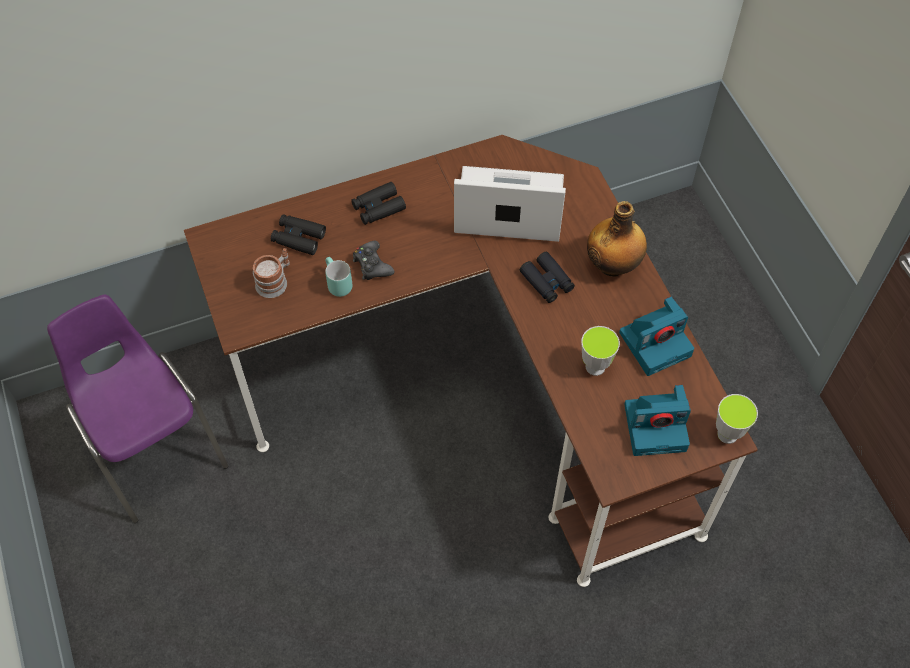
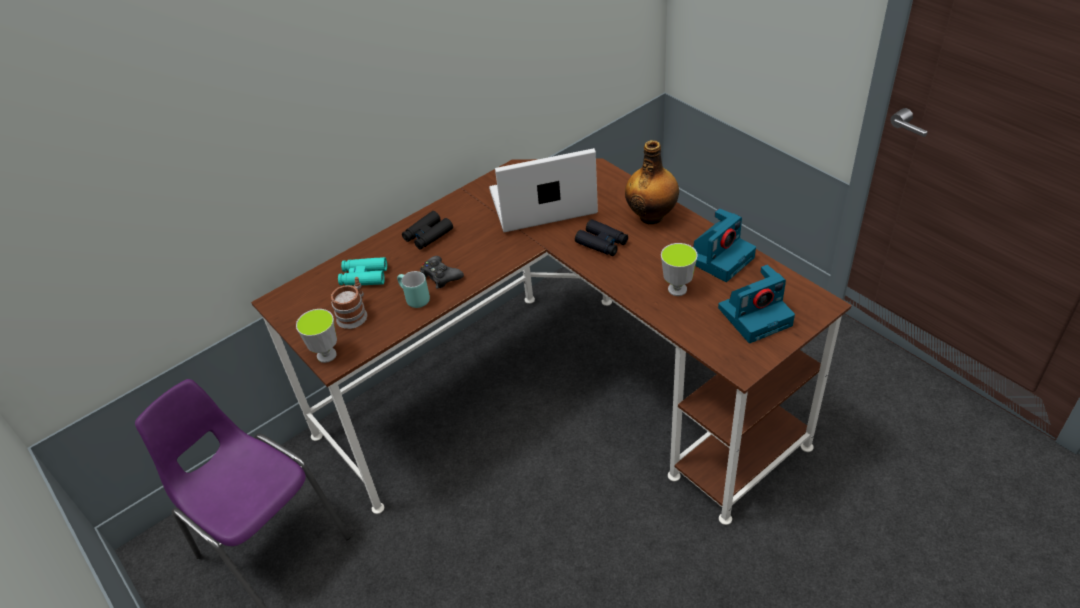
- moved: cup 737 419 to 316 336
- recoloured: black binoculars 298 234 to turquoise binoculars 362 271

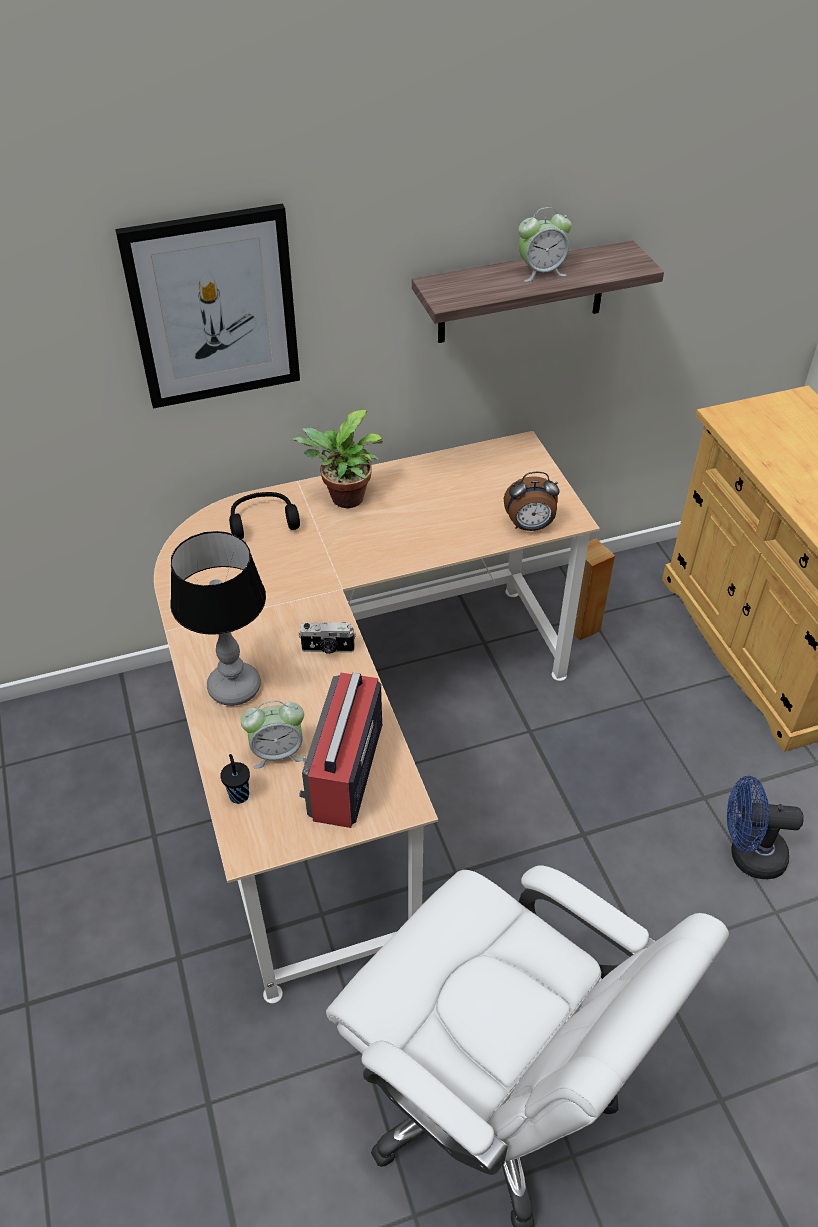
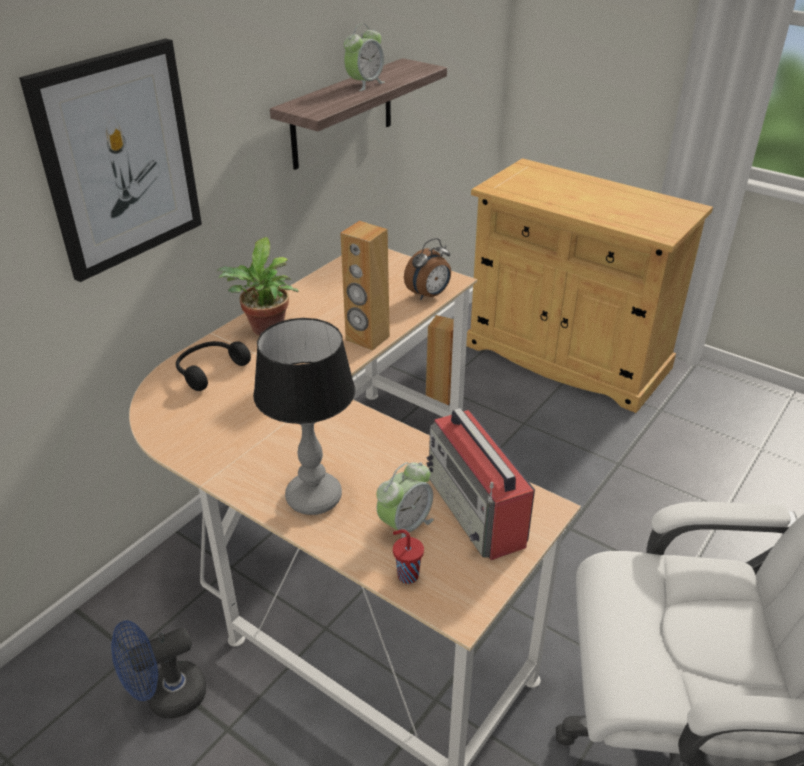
- removed: photo camera 327 638
- added: brown speaker 365 286
- moved: blue fan 765 827 to 158 669
- recoloured: black cup 235 779 to red cup 408 556

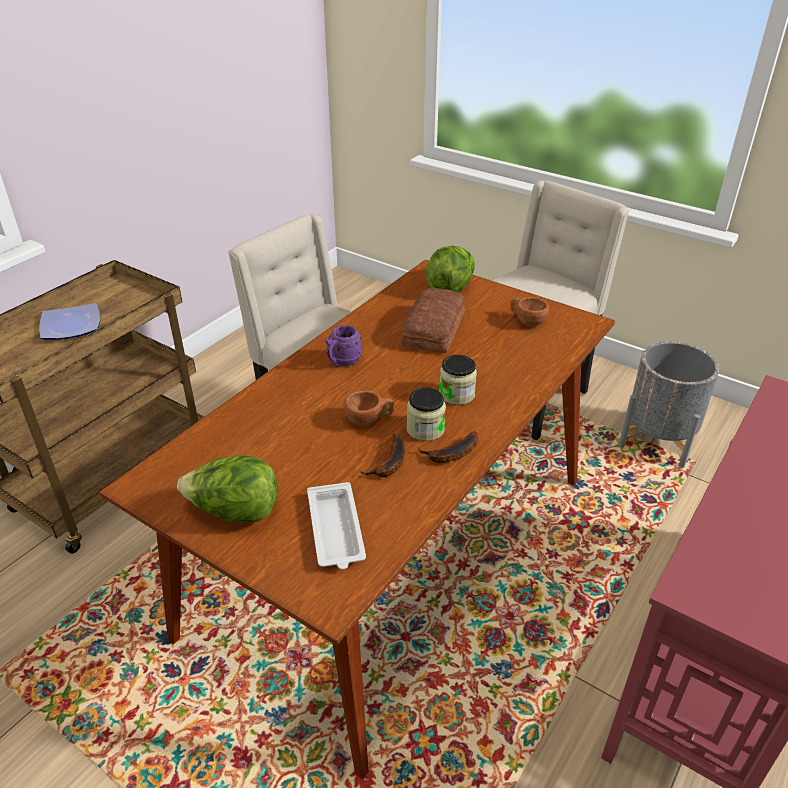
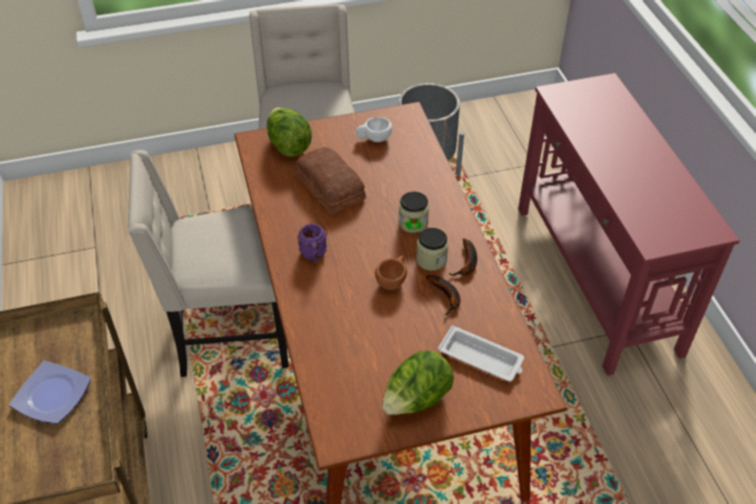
- recoloured: brown cup 529 311 to white cup 374 129

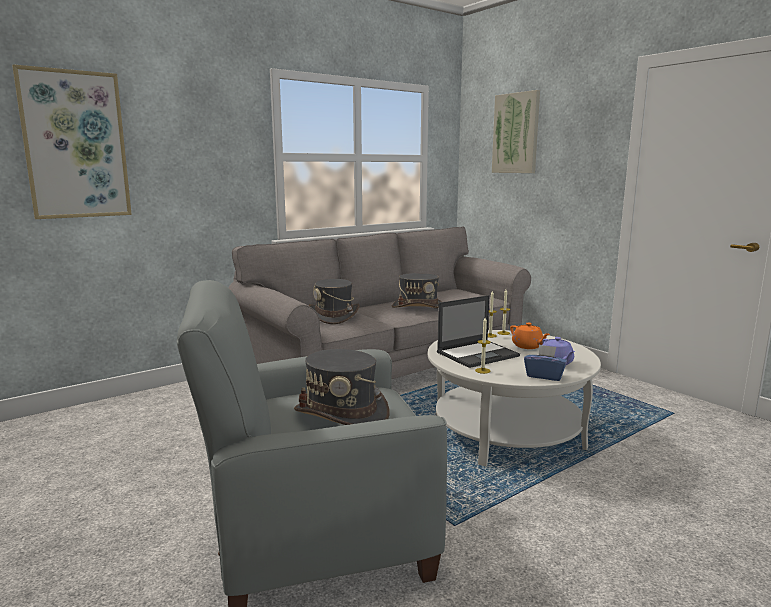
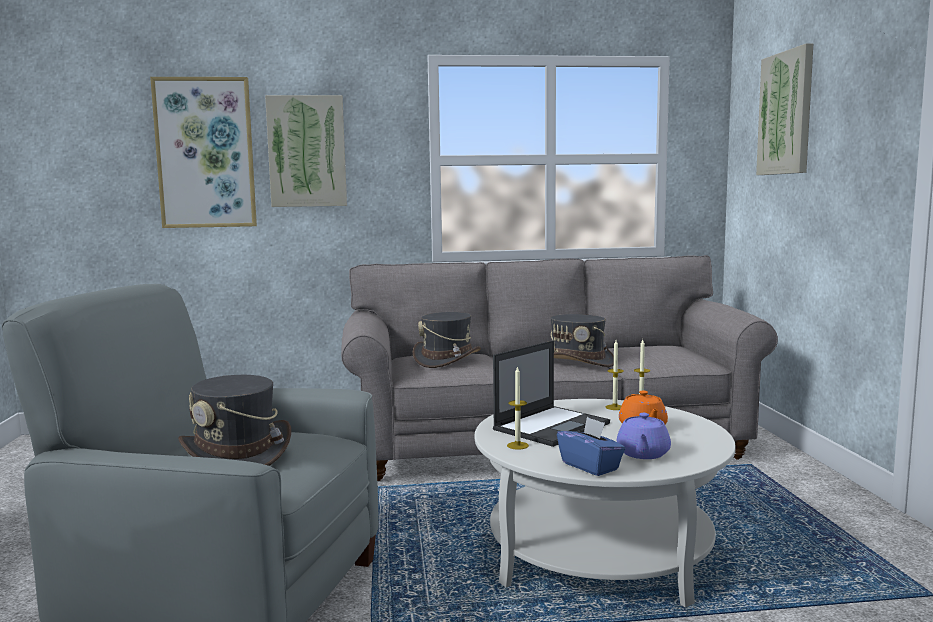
- added: picture 306 151
- turned: laptop 478 331 = 551 393 45 degrees counterclockwise

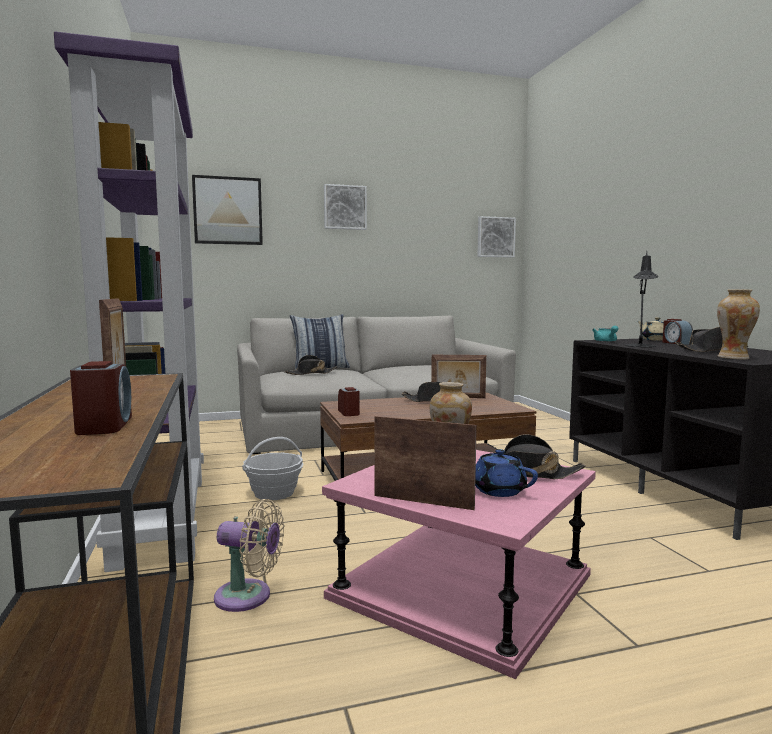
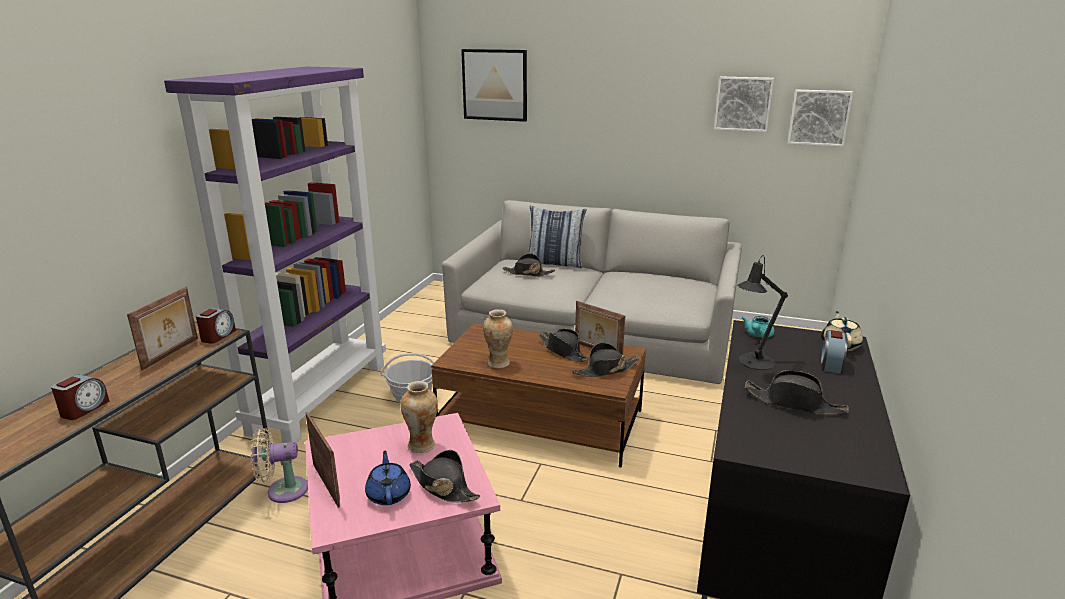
- added: black hat 606 360
- moved: picture 345 207 to 744 104
- moved: alarm clock 349 401 to 216 326
- moved: vase 738 324 to 498 338
- turned: beige fan 249 555 = 279 465 120 degrees clockwise

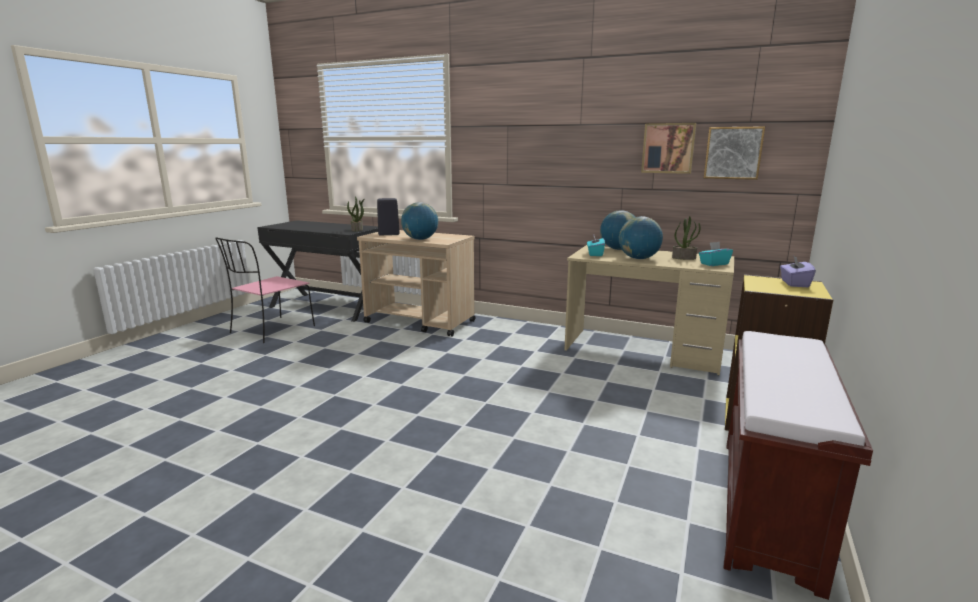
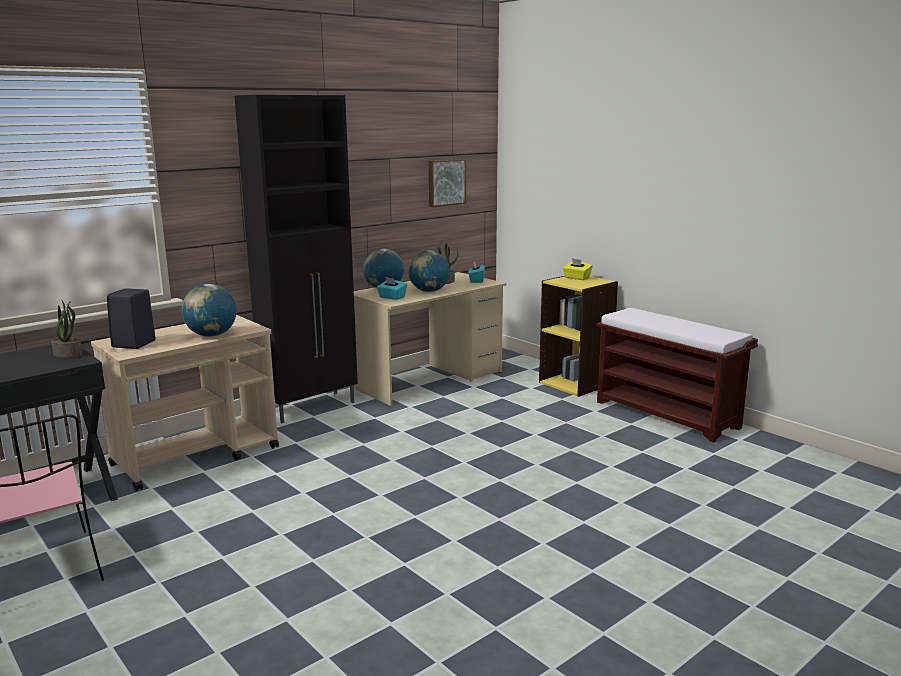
- removed: picture 668 148
- added: black cabinet 296 259
- recoloured: purple tissue box 798 271 to yellow tissue box 578 269

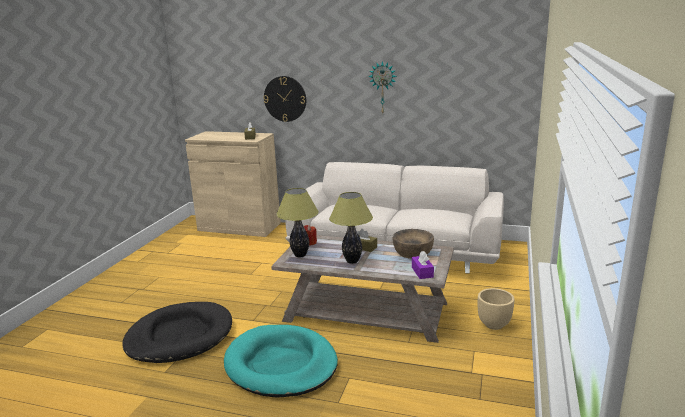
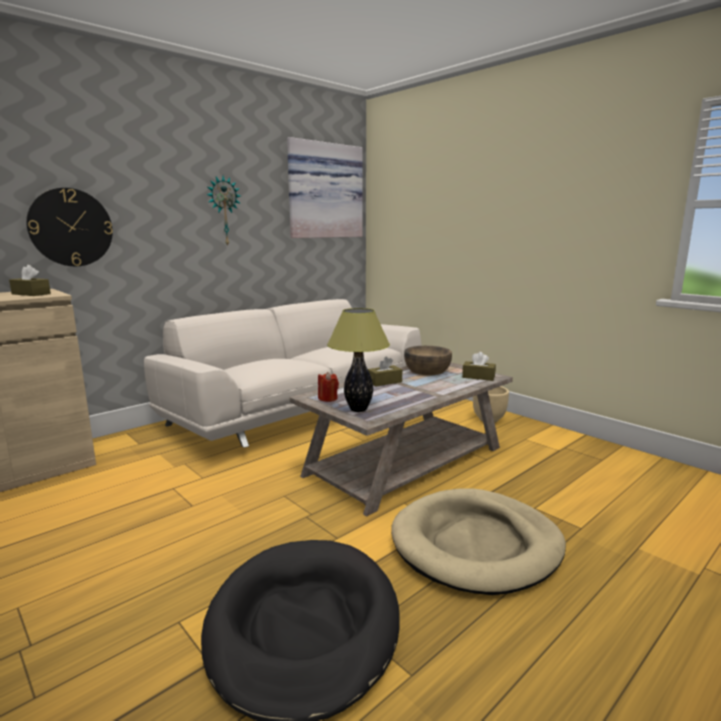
- removed: table lamp 351 228
- added: picture 325 187
- recoloured: turquoise dog bed 281 361 to beige dog bed 478 542
- recoloured: purple tissue box 423 265 to brown tissue box 479 366

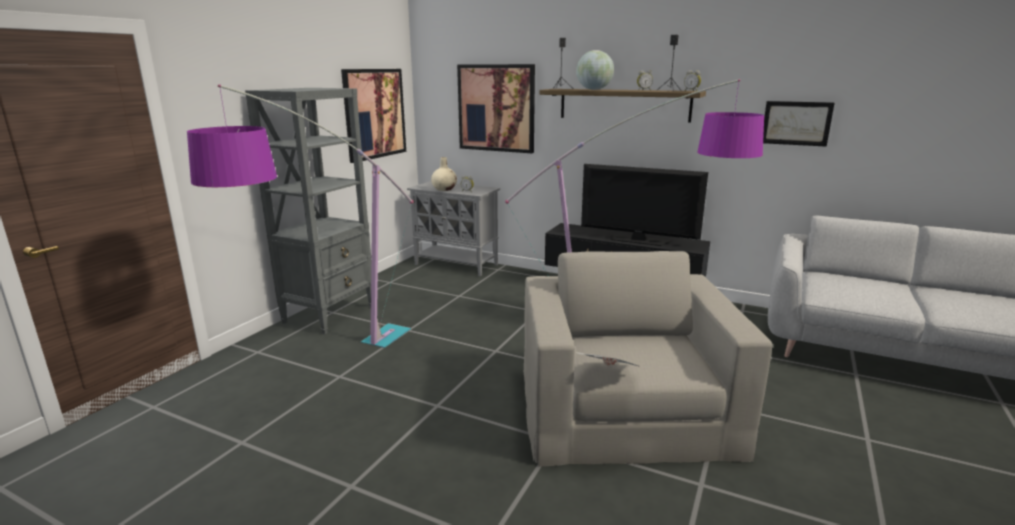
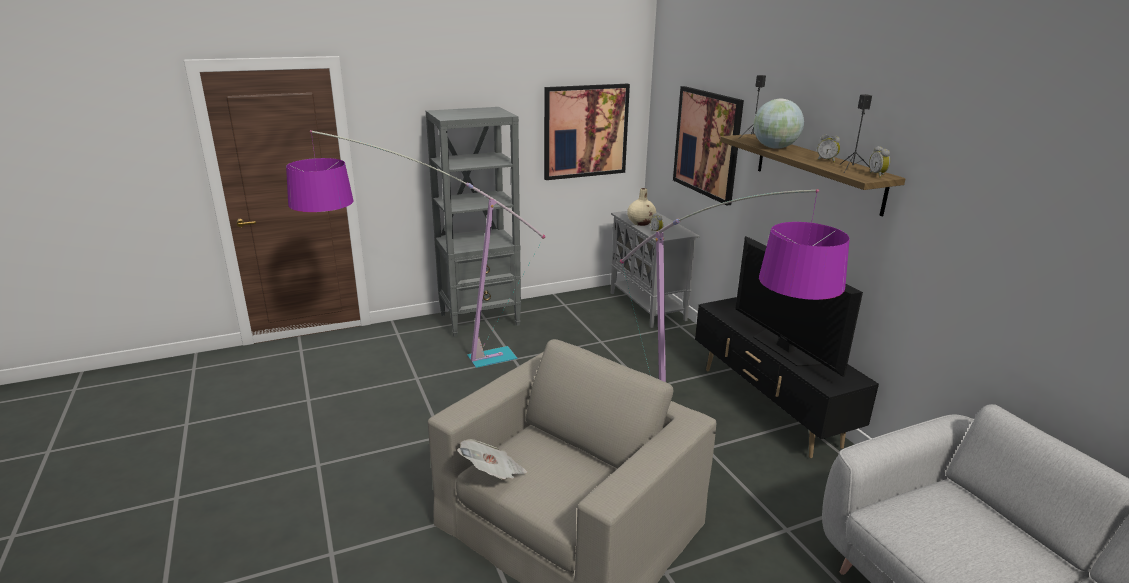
- removed: picture 799 124

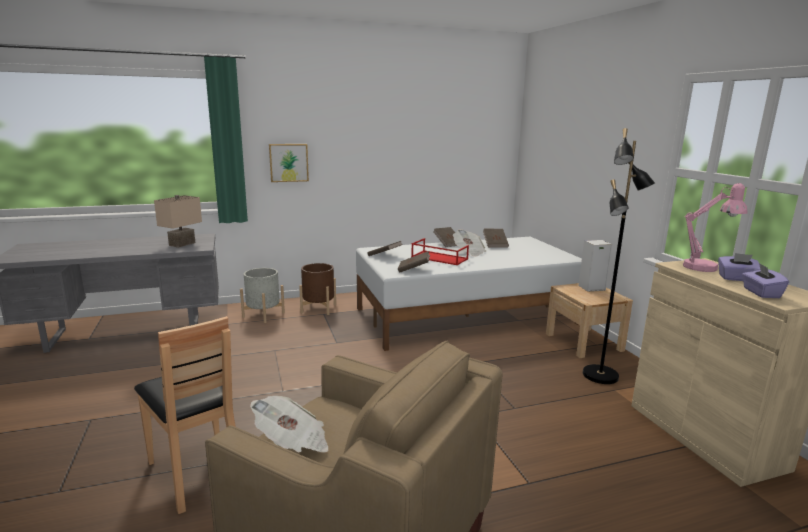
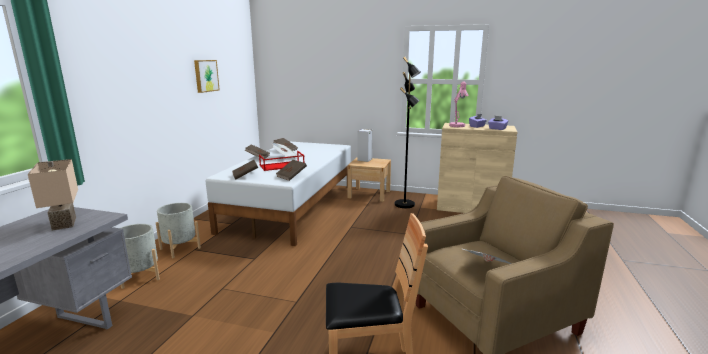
- moved: picture 289 163 to 207 76
- recoloured: brown planter 317 289 to grey planter 178 230

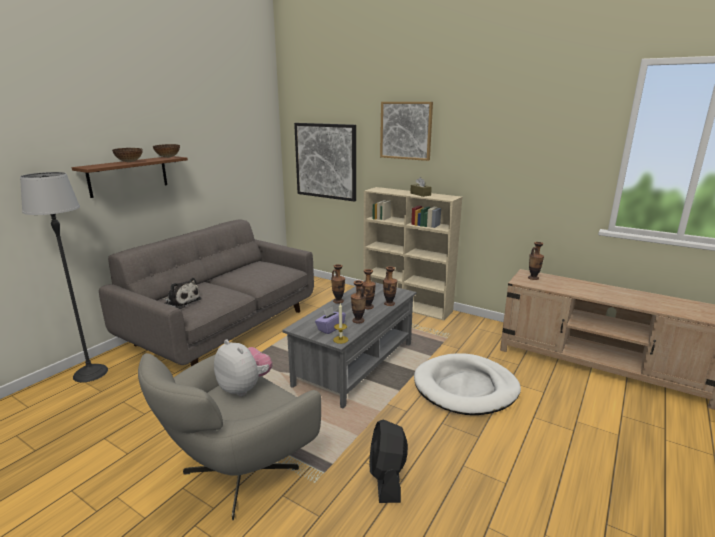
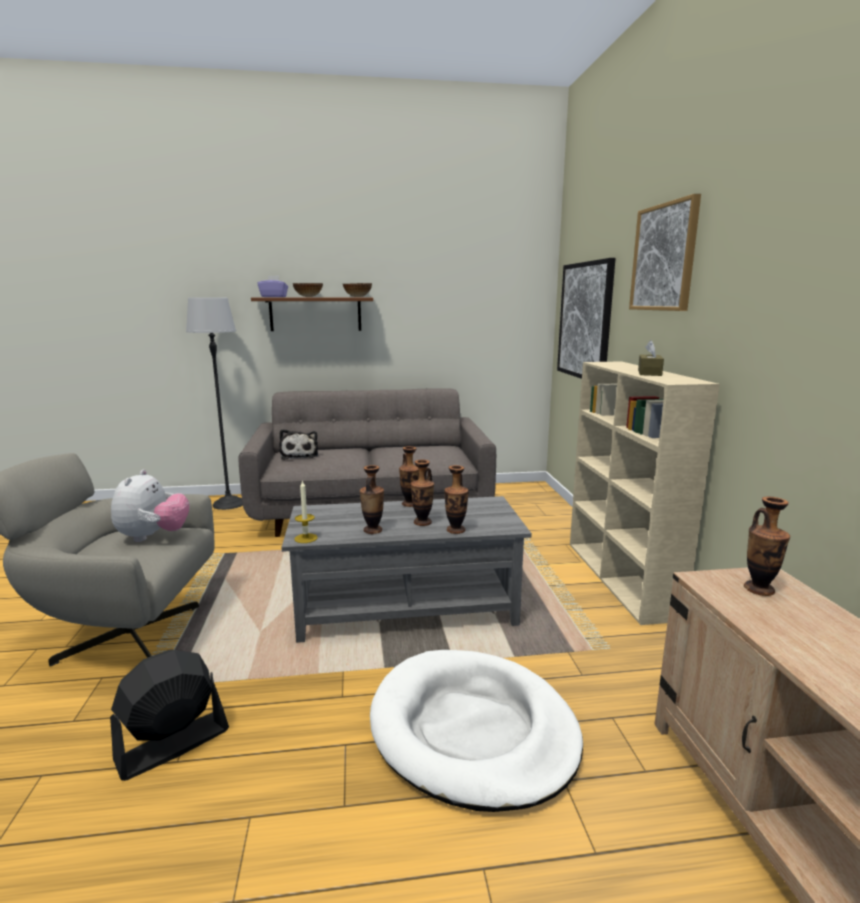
- moved: purple tissue box 330 320 to 272 286

